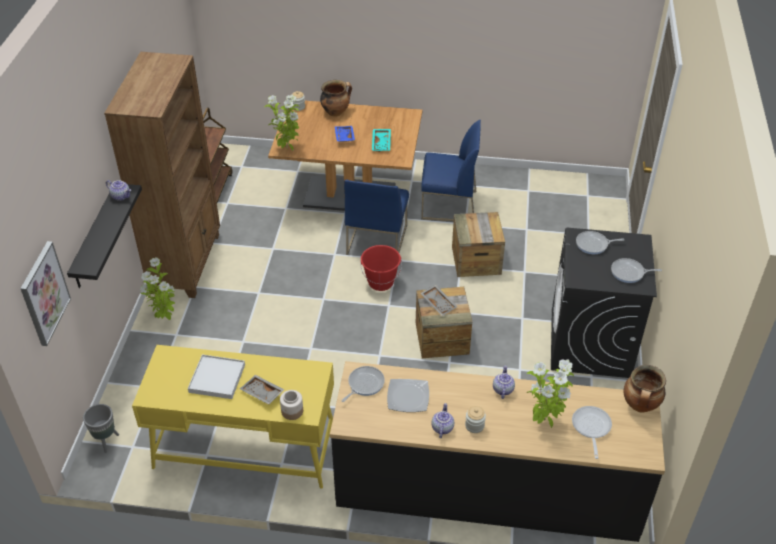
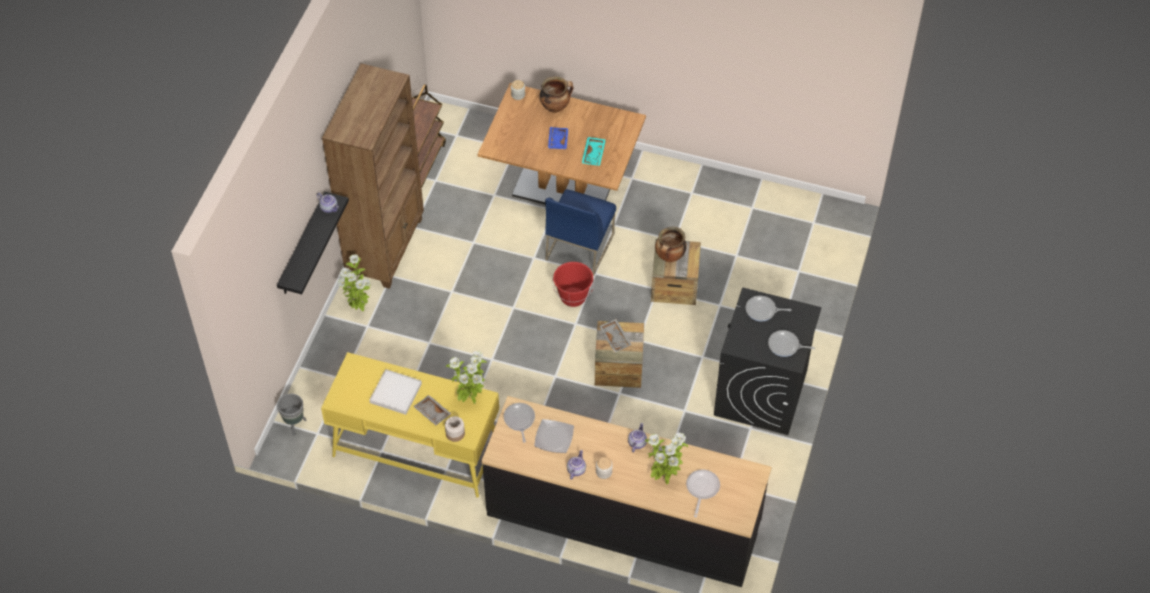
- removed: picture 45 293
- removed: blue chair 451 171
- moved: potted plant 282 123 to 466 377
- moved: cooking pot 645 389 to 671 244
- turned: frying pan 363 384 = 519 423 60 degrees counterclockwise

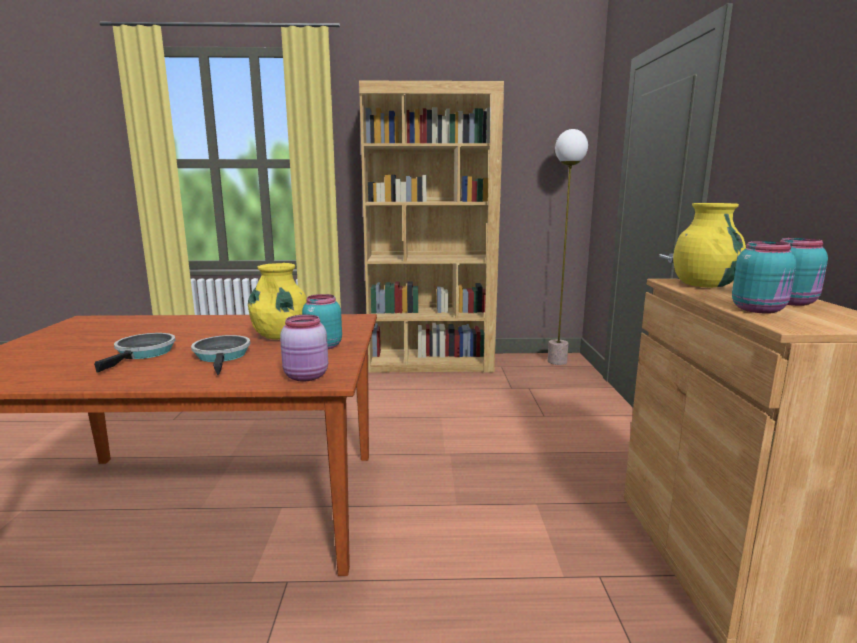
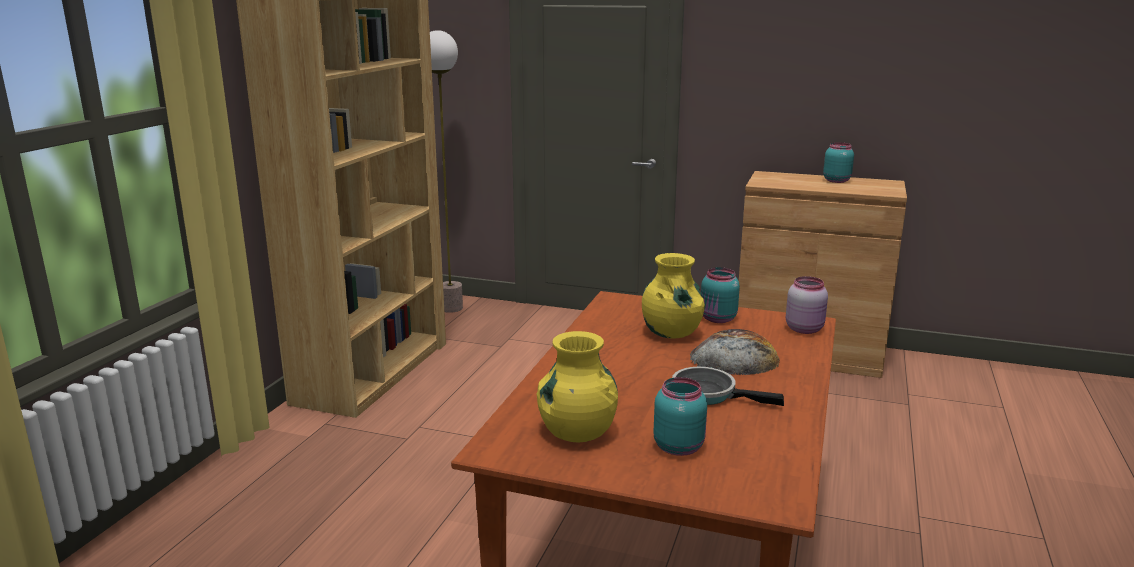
- moved: yellow vase 709 245 to 577 387
- moved: turquoise jar 764 277 to 680 416
- replaced: frying pan 220 355 to bread 735 352

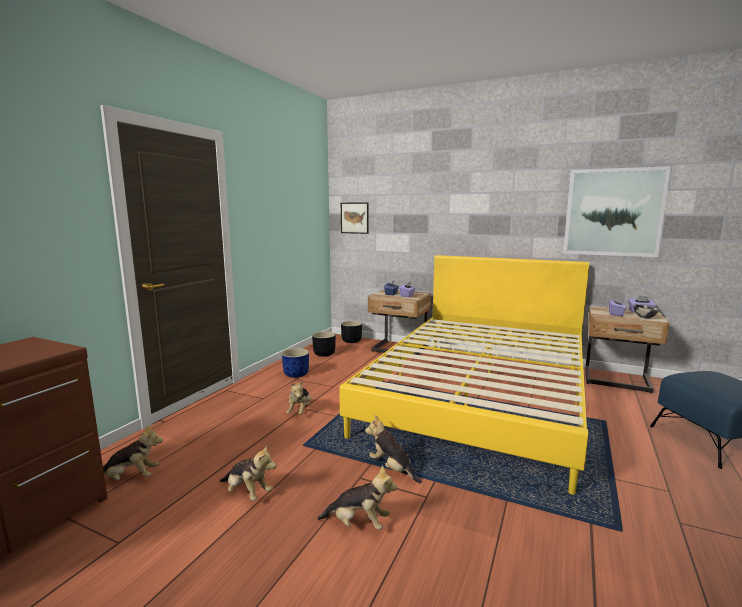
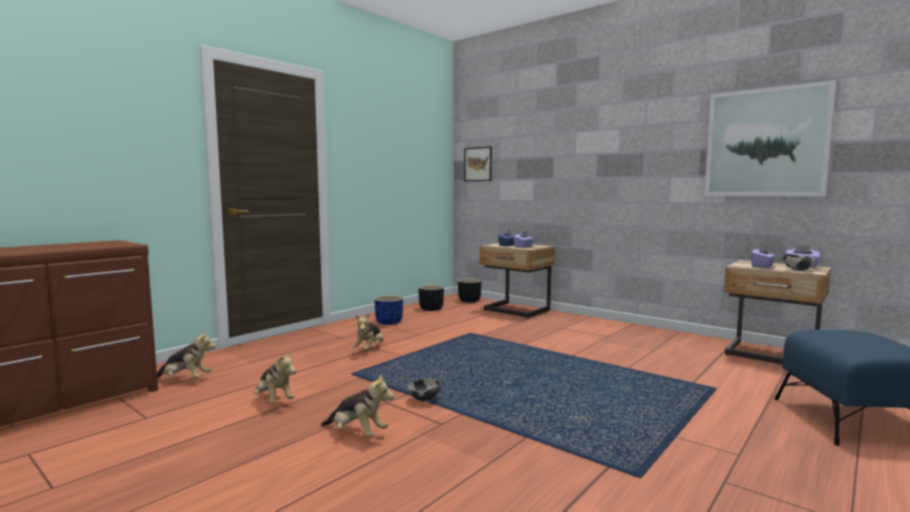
- removed: yellow bed 464 375
- replaced: plush toy 393 449 to bowl 424 390

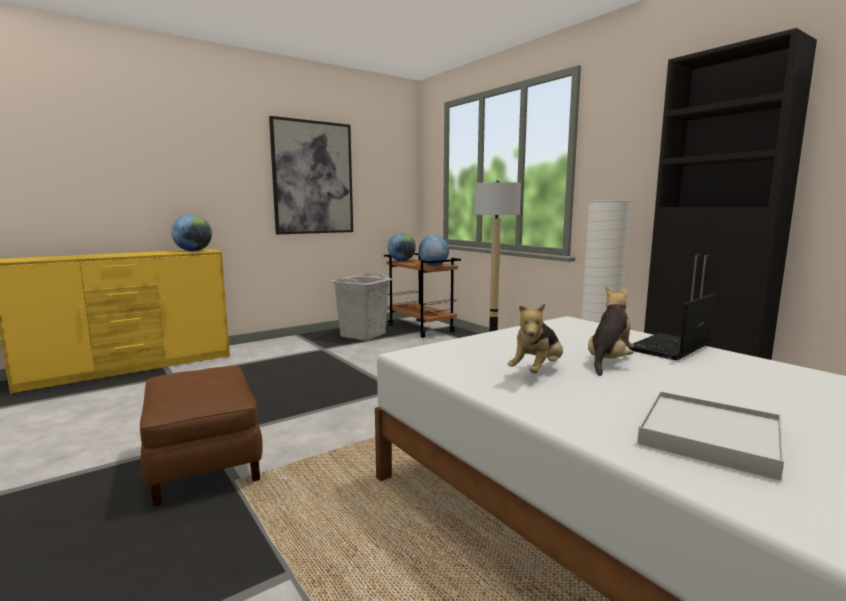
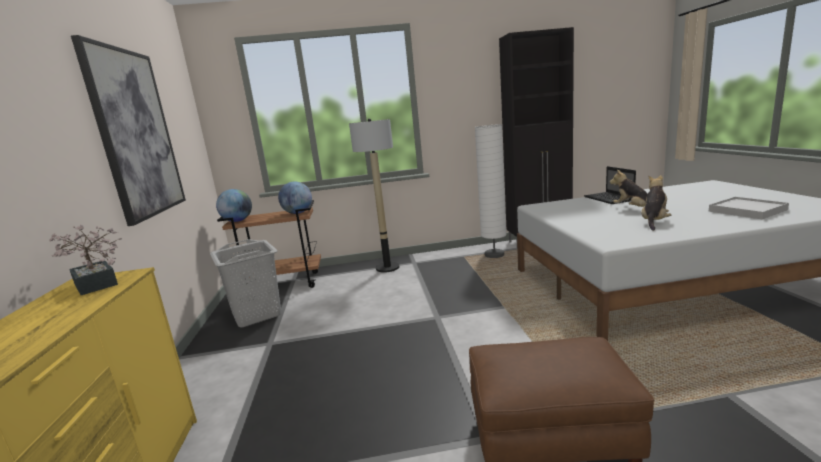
- replaced: globe 191 232 to potted plant 85 260
- turned: plush toy 535 338 = 656 203 120 degrees counterclockwise

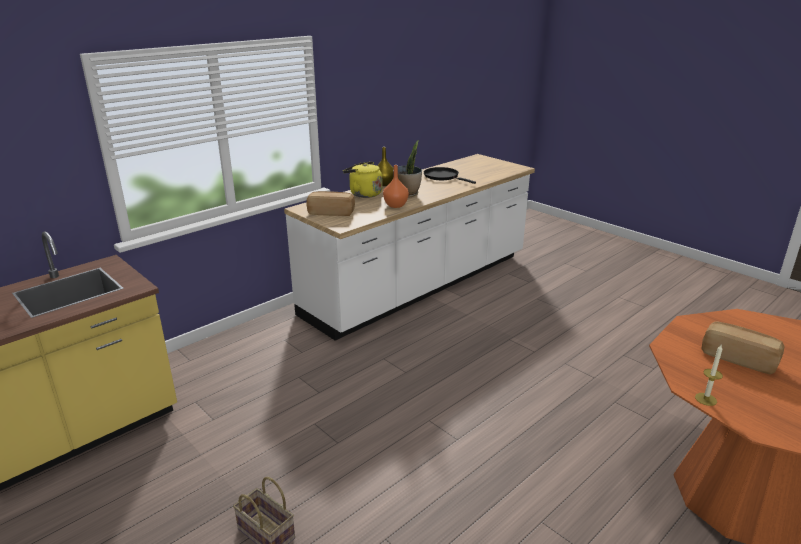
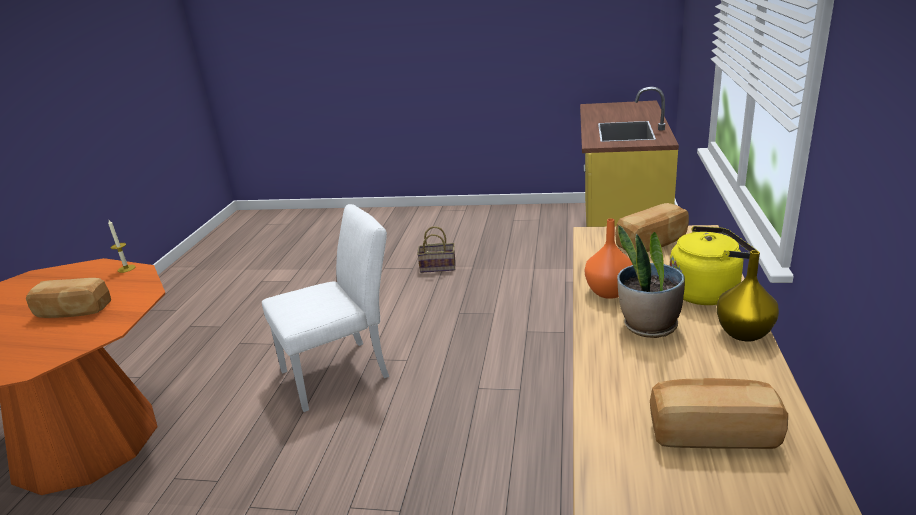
- added: white chair 325 308
- replaced: black frying pan 450 175 to bread 719 413

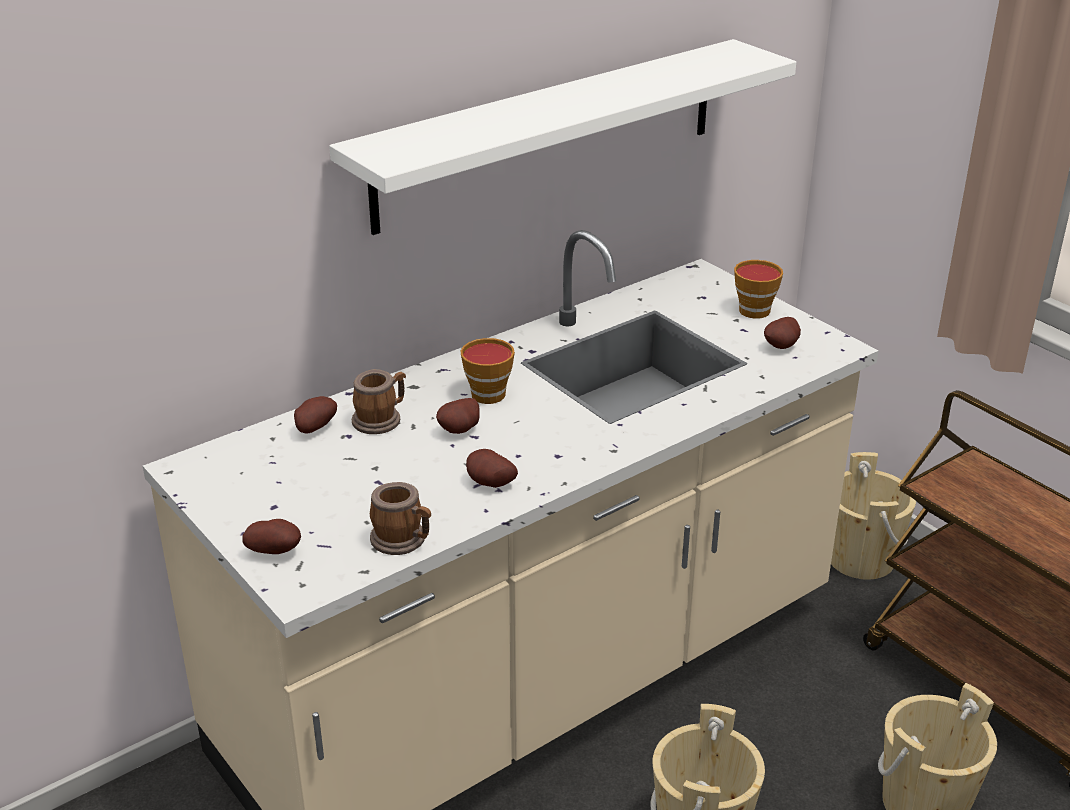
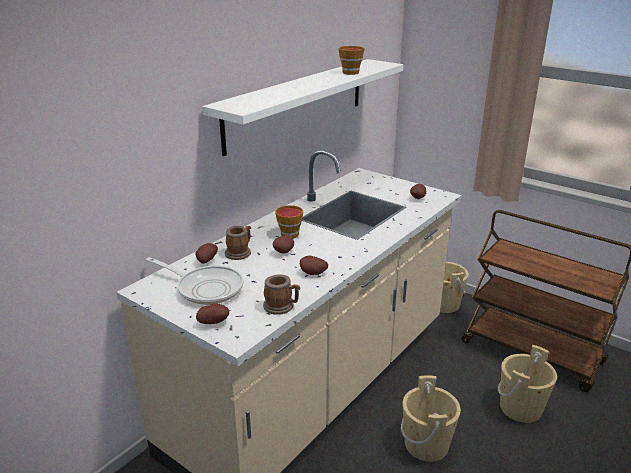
- added: frying pan 195 281
- moved: cup 758 289 to 352 60

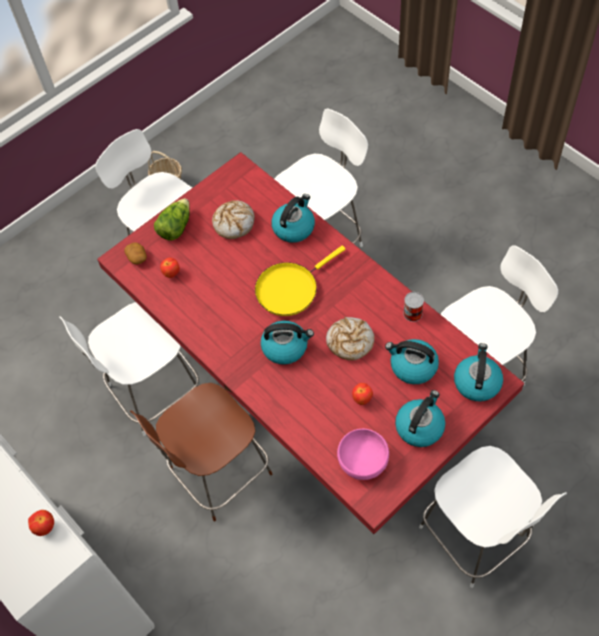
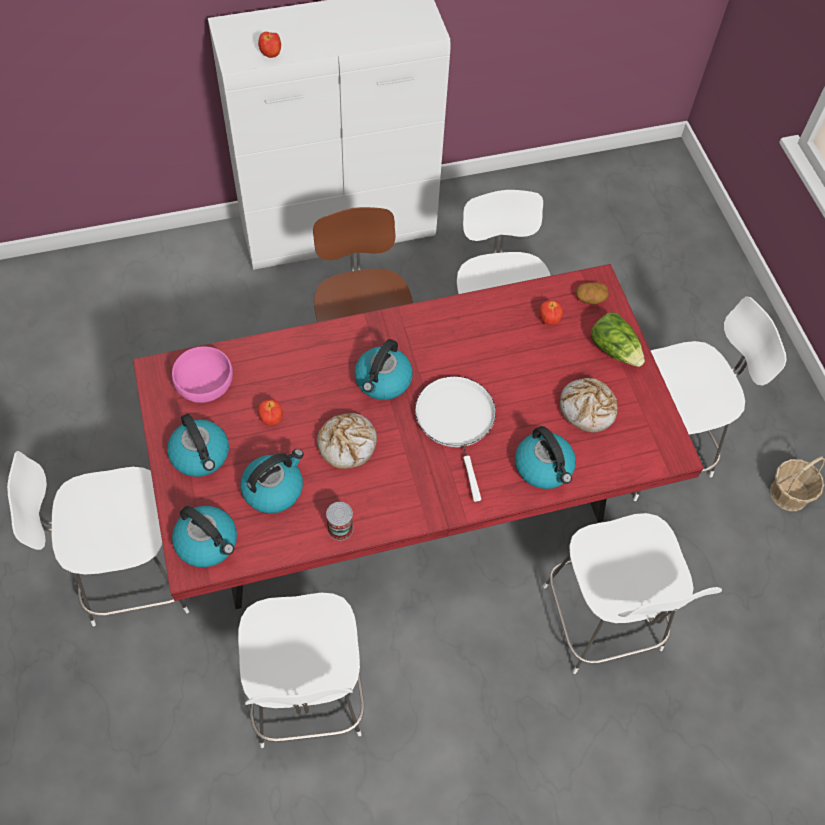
- recoloured: yellow frying pan 300 281 to white frying pan 455 439

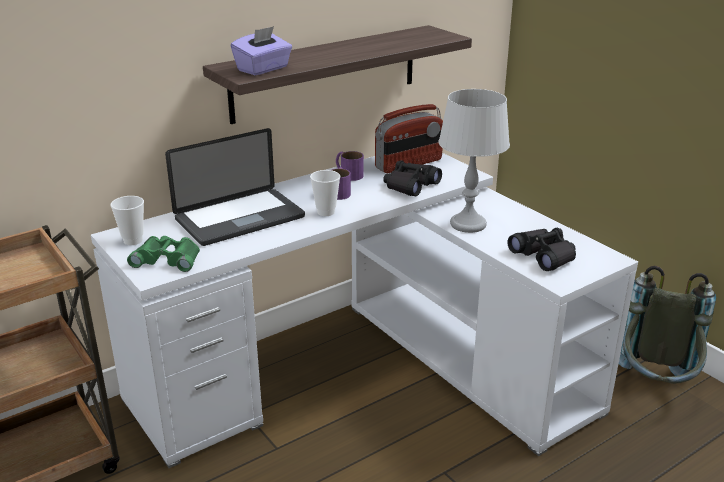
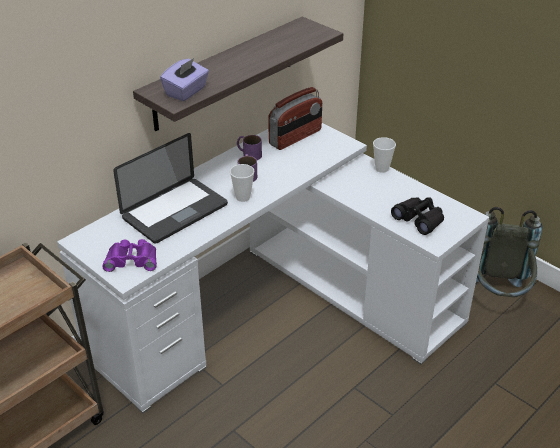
- removed: black binoculars 412 178
- removed: grey table lamp 474 161
- moved: cup 127 220 to 384 155
- recoloured: green binoculars 163 254 to purple binoculars 129 255

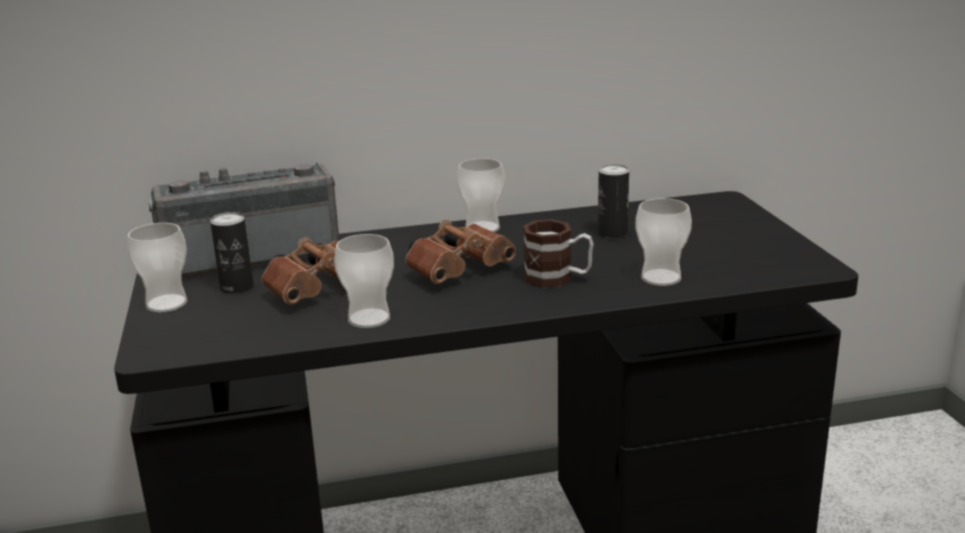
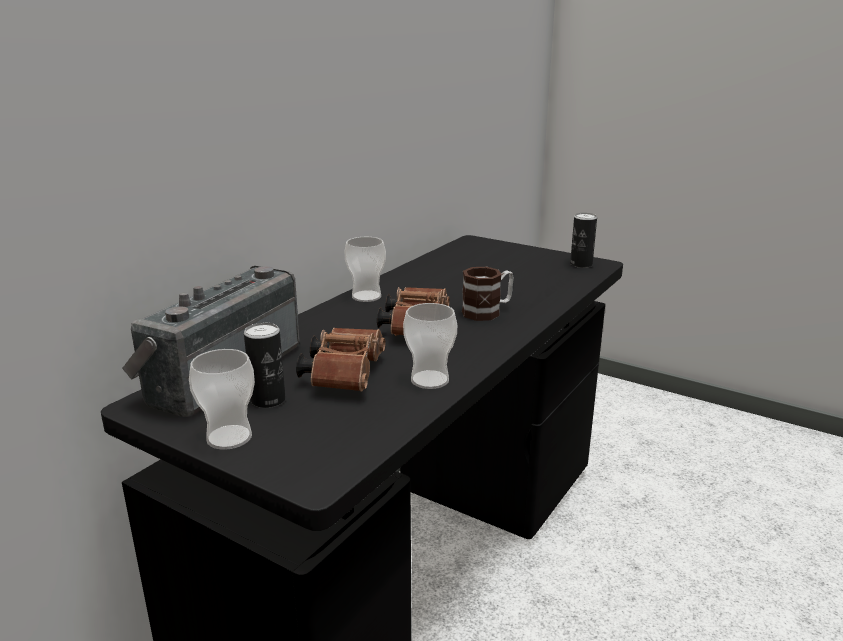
- removed: cup 663 242
- moved: can 613 201 to 583 240

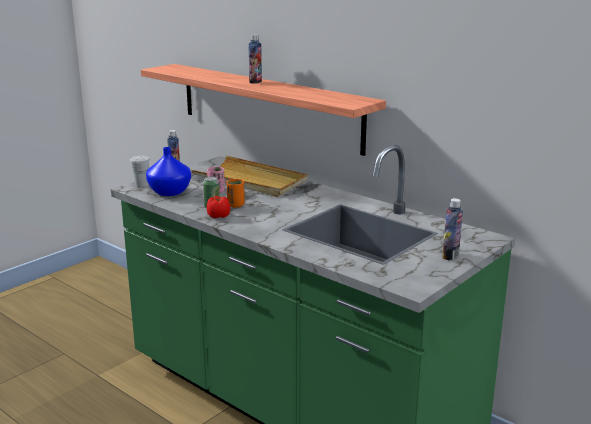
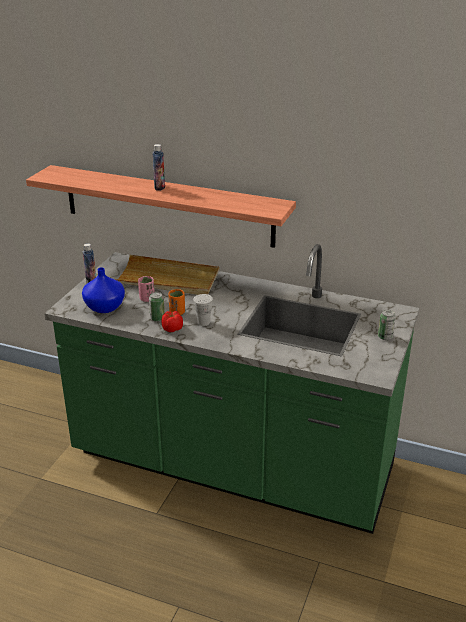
- moved: white cup 140 171 to 203 310
- replaced: bottle 452 229 to can 387 325

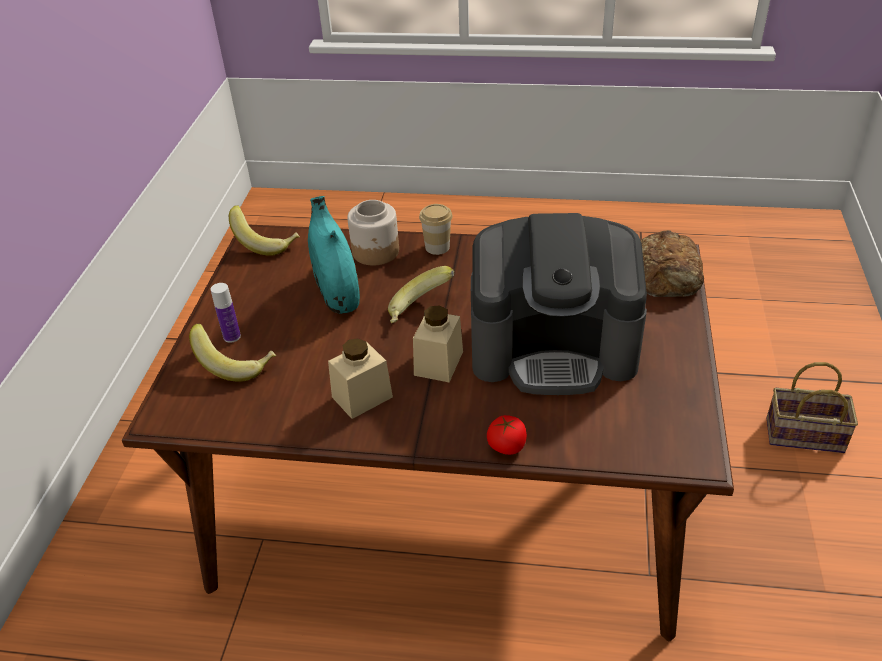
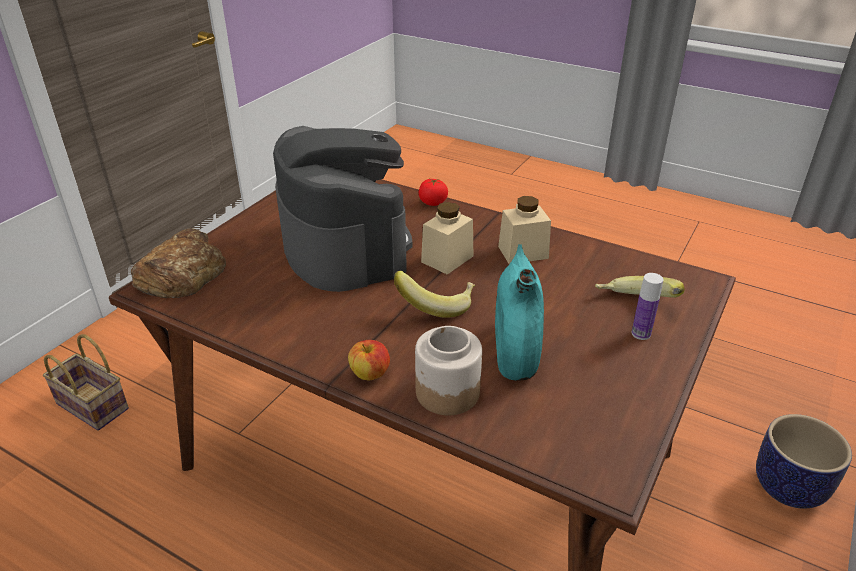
- removed: banana 264 230
- added: planter 804 461
- replaced: cup 436 229 to apple 369 360
- turned: coffee machine 559 304 = 342 209 45 degrees clockwise

